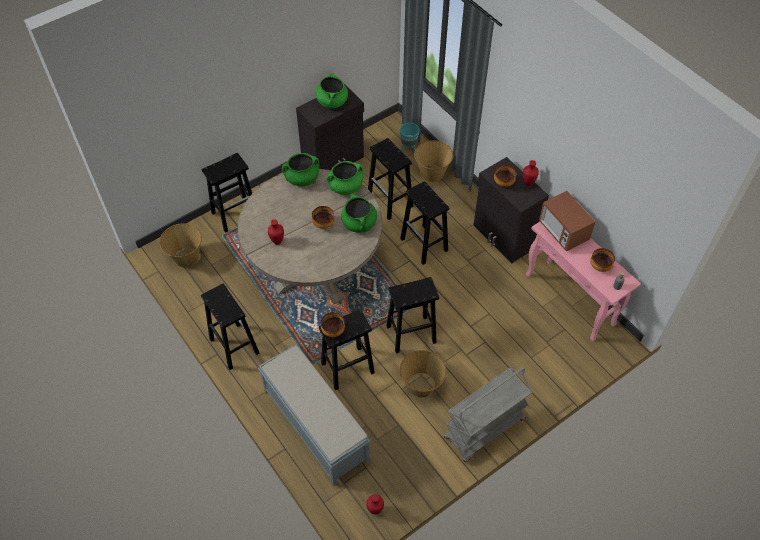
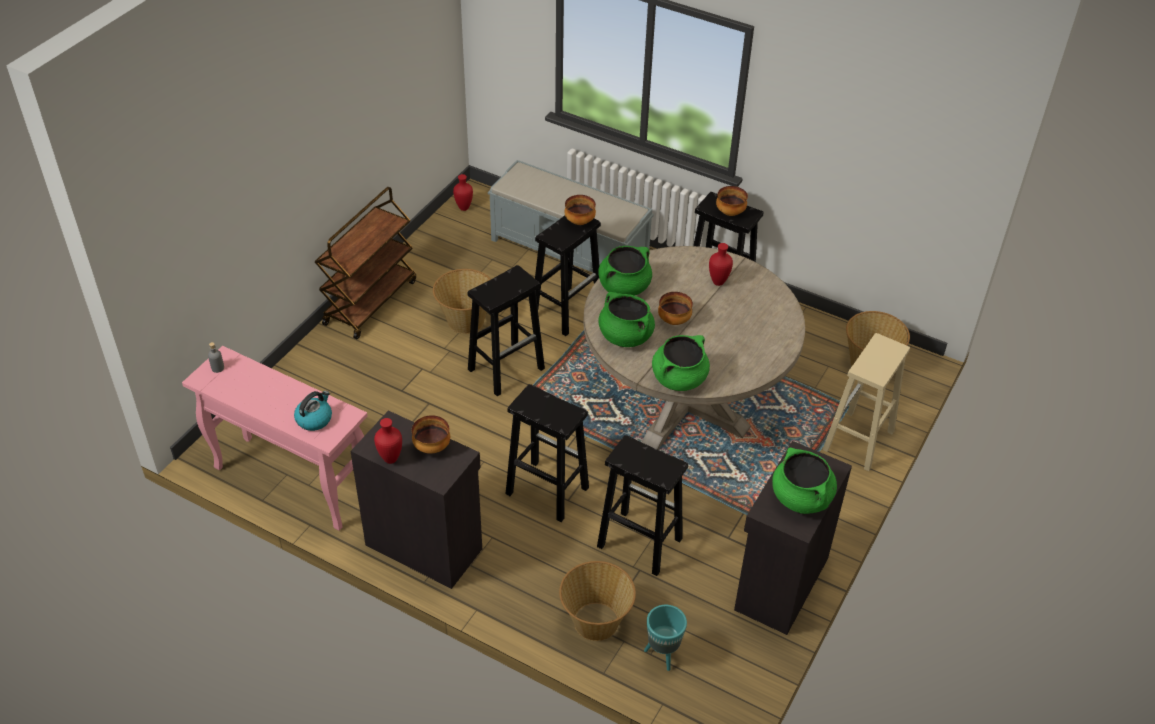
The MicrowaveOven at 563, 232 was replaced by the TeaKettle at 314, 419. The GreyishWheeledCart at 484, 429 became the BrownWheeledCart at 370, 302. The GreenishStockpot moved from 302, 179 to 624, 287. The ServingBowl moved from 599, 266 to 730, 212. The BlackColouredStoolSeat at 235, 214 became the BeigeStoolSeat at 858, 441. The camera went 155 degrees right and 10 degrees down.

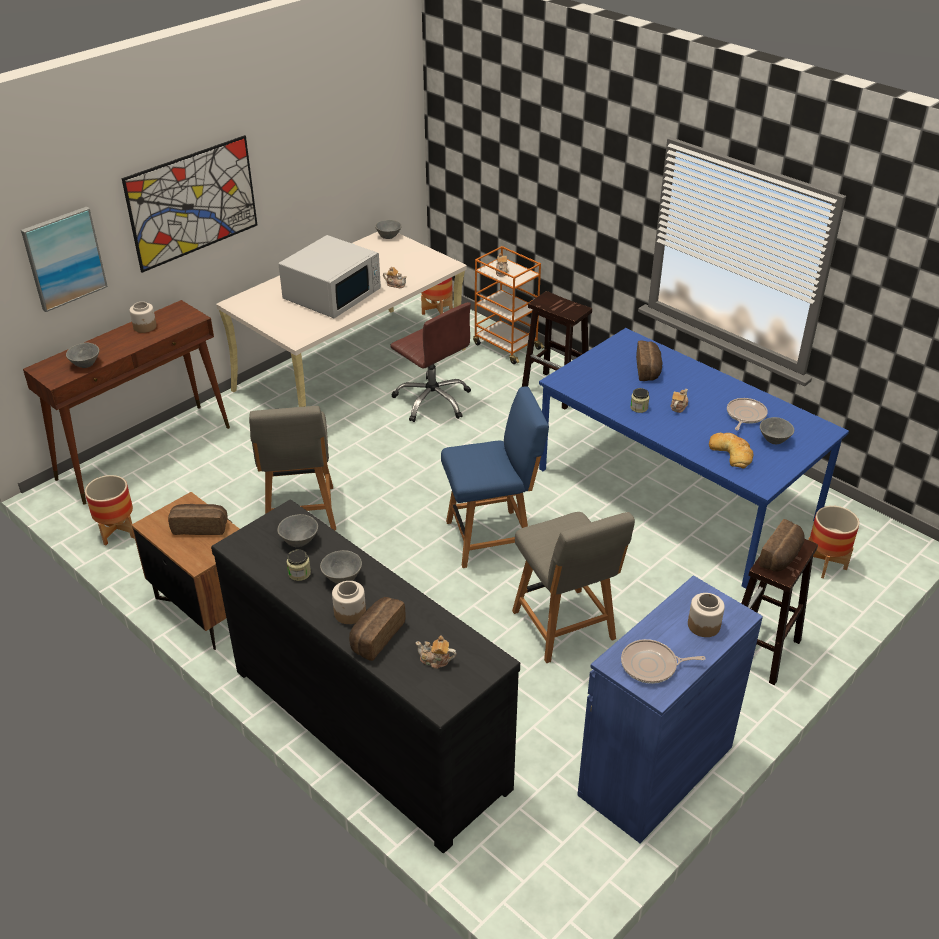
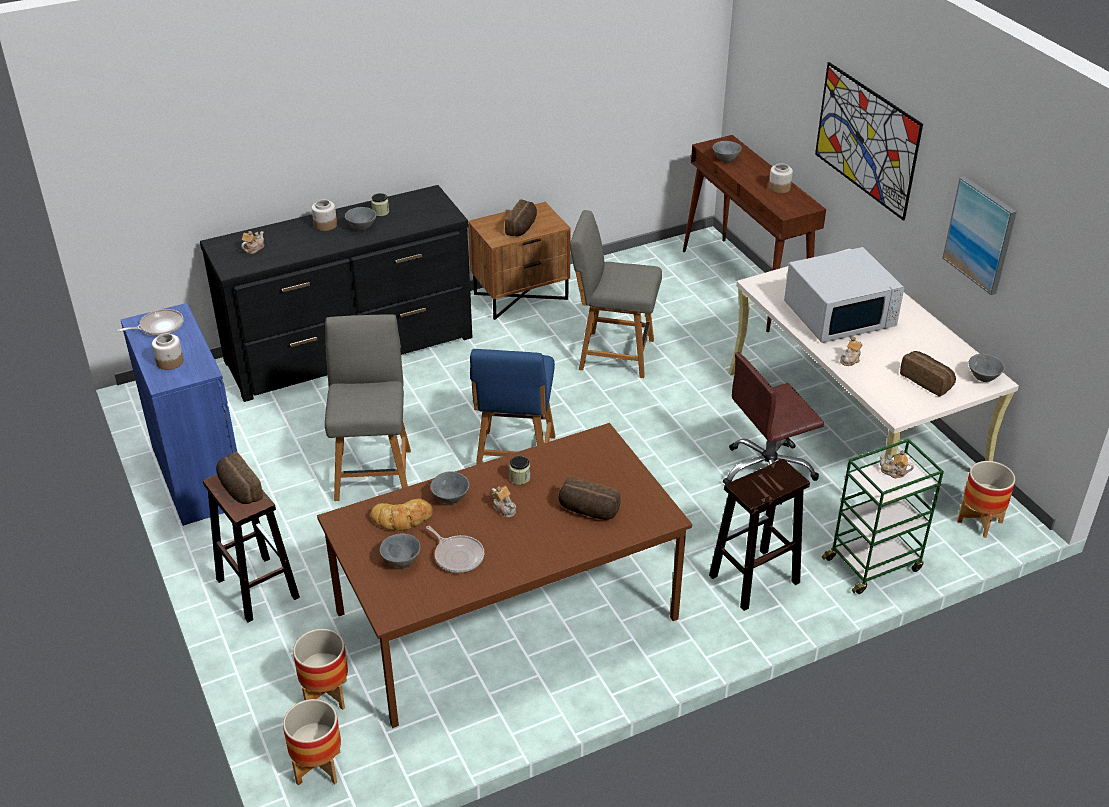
The FryingPan at 652, 665 turned 45 degrees clockwise. The Planter moved from 117, 532 to 319, 768. The BlueKitchenTable at 674, 494 became the BrownKitchenTable at 507, 614. The GreyishChair at 565, 628 turned 90 degrees clockwise. The GreyishServingBowl moved from 300, 541 to 449, 498. The WhiteMicrowaveOven at 333, 294 turned 75 degrees counterclockwise. The OrangeWheeledCart at 506, 346 became the GreenishWheeledCart at 873, 564. The BakeryBread moved from 375, 636 to 927, 381. The WallPicture moved from 64, 258 to 980, 235. The camera went 110 degrees right and 0 degrees up.

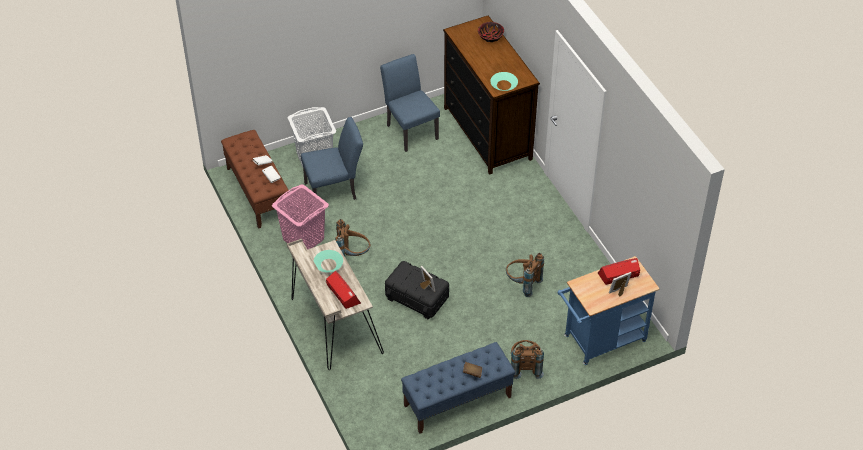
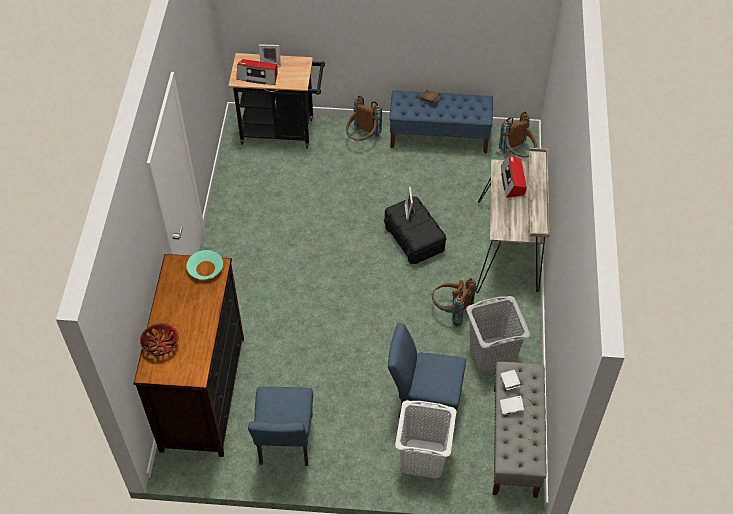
The BlueWheeledCart at 600, 341 became the BlackColouredWheeledCart at 282, 131. The PinkColouredLaundryBasket at 303, 239 became the GreyishLaundryBasket at 492, 354. The BrownBench at 257, 192 became the GreyishBench at 515, 442. The BrownKnapsack moved from 522, 284 to 517, 155. The TurquoiseColouredServingBowl at 328, 264 disappeared. The camera went 150 degrees left and 5 degrees up.

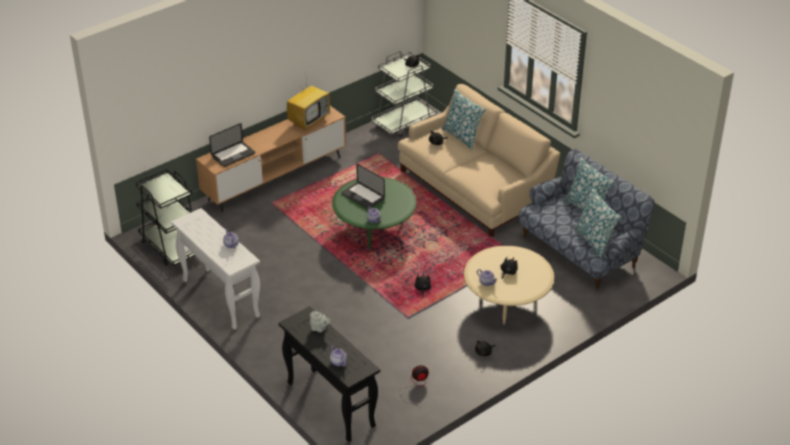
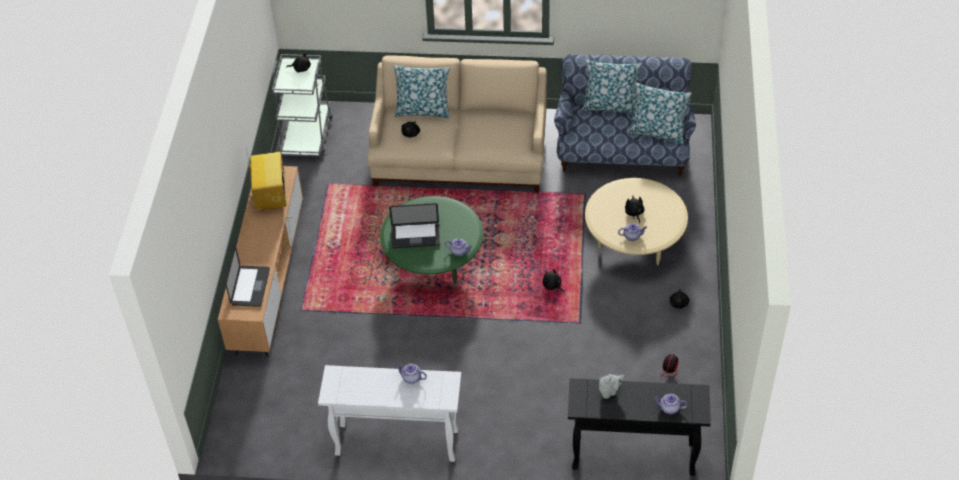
The BlackColouredWheeledCart at 171, 247 disappeared. The camera went 45 degrees left and 10 degrees up.

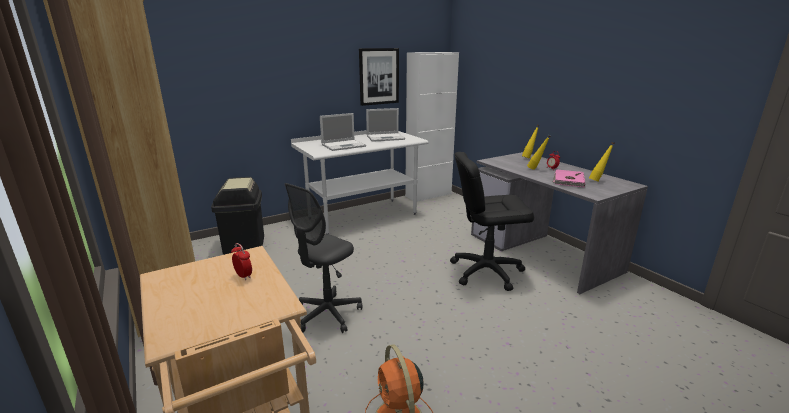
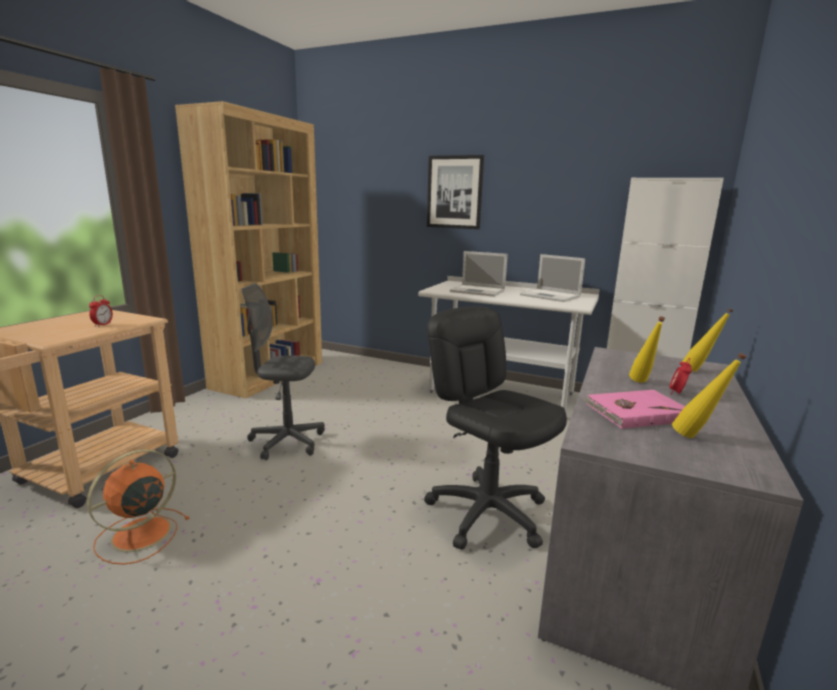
The WallPicture moved from 379, 76 to 454, 192. The BlackColouredWasteBin at 245, 245 disappeared. The camera went 55 degrees right and 5 degrees down.

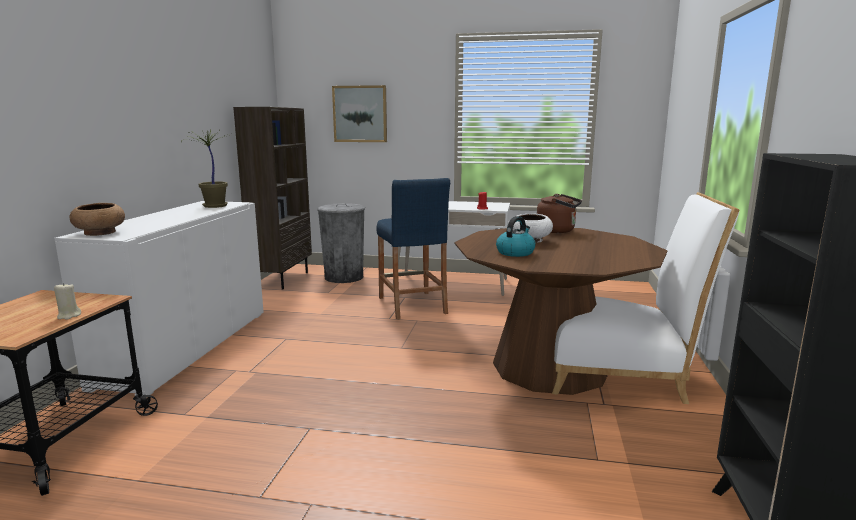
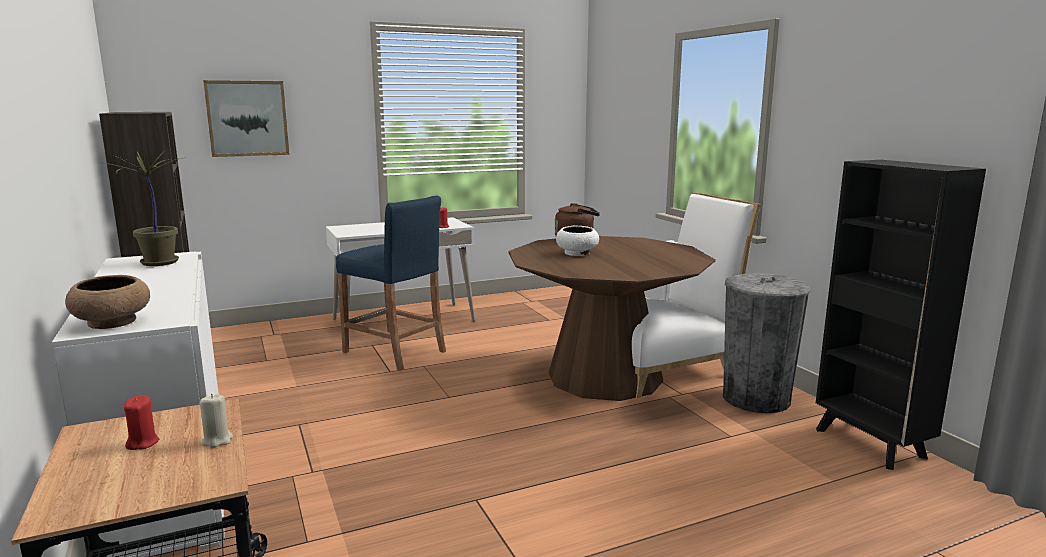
The ReddishCandle at 142, 443 appeared. The GreyishWasteBin moved from 344, 277 to 756, 398. The TeaKettle at 515, 252 disappeared. The camera went 35 degrees left and 0 degrees up.

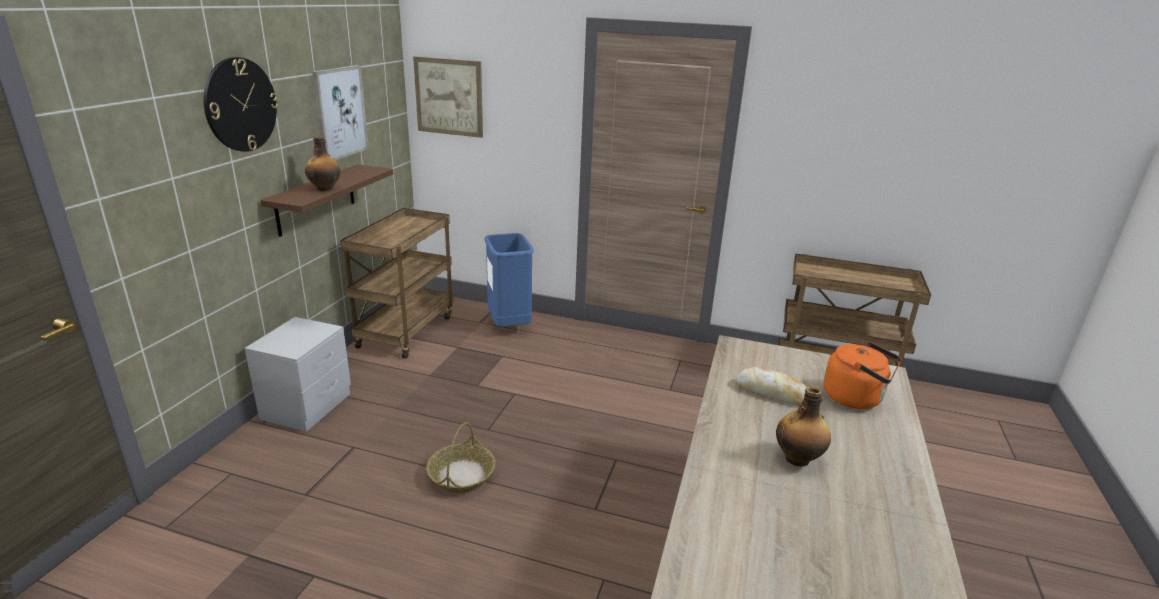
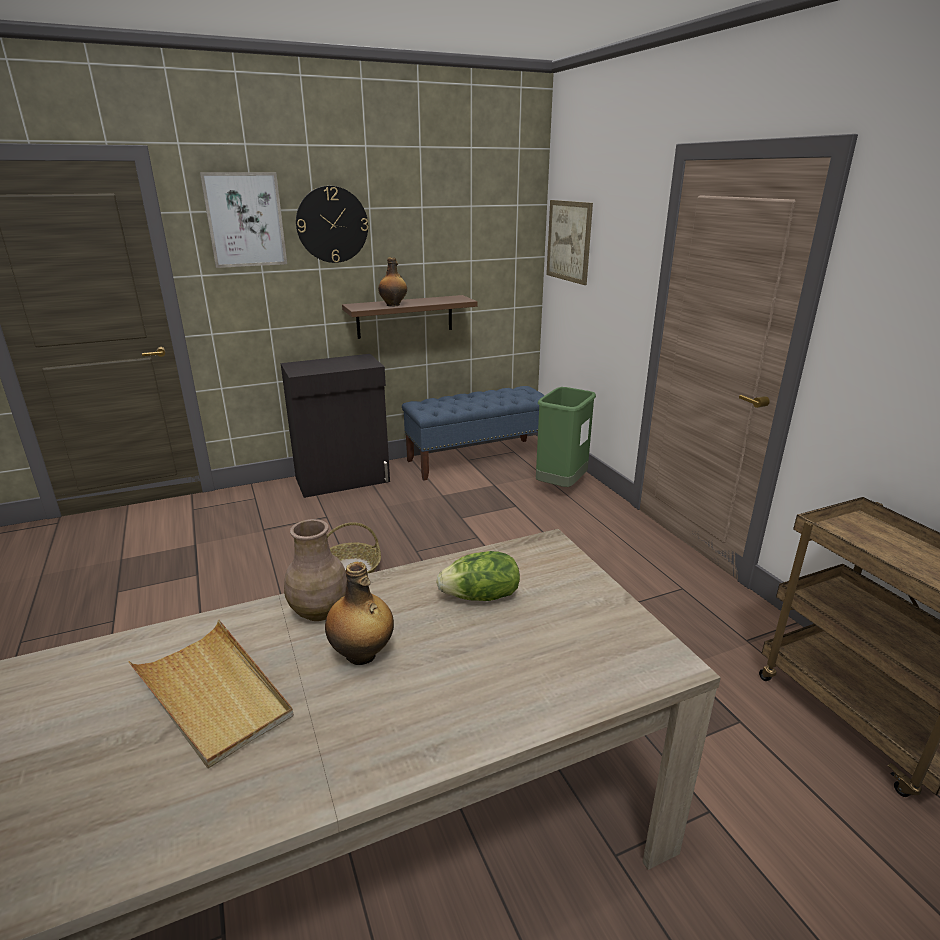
The BeigeTray at 213, 694 appeared. The WallPicture moved from 340, 112 to 245, 220. The GreyishNightTable at 307, 406 was replaced by the BlackColouredCabinet at 343, 480. The BrownDecorativeVase at 320, 611 appeared. The BrownWheeledCart at 406, 330 was replaced by the BlueBench at 477, 458. The BakeryBread at 772, 393 was replaced by the LettuceHead at 481, 597. The BlueWasteBin at 509, 326 became the GreenishWasteBin at 561, 486. The OrangeTeaKettle at 856, 398 disappeared. The camera went 50 degrees right and 0 degrees up.

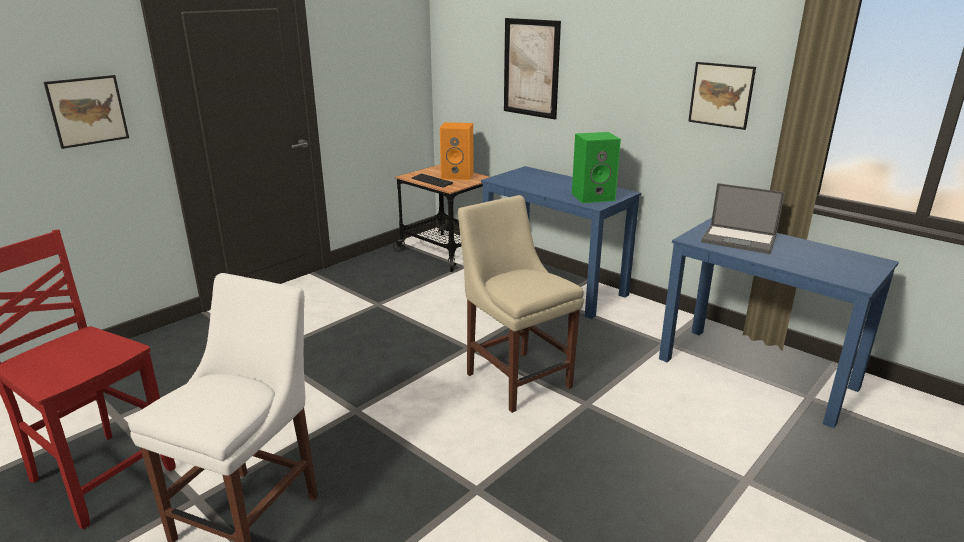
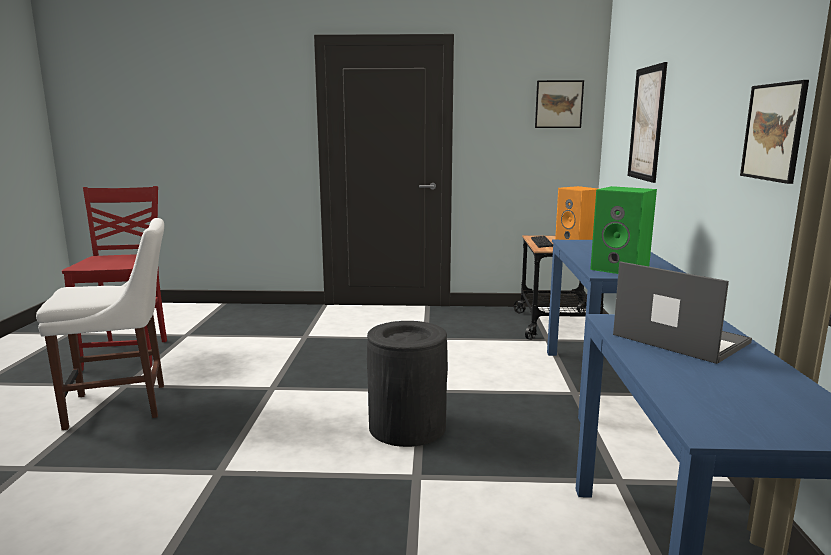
The BeigeChair at 516, 377 was replaced by the BlackColouredWasteBin at 407, 426. The WallPicture moved from 87, 111 to 559, 104. The PortableComputer at 740, 239 turned 150 degrees clockwise. The camera went 50 degrees right and 10 degrees down.

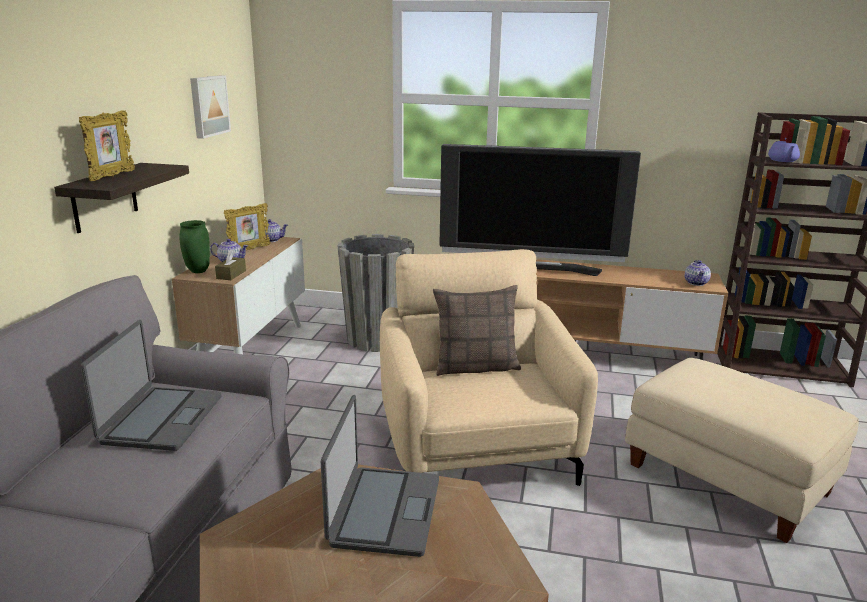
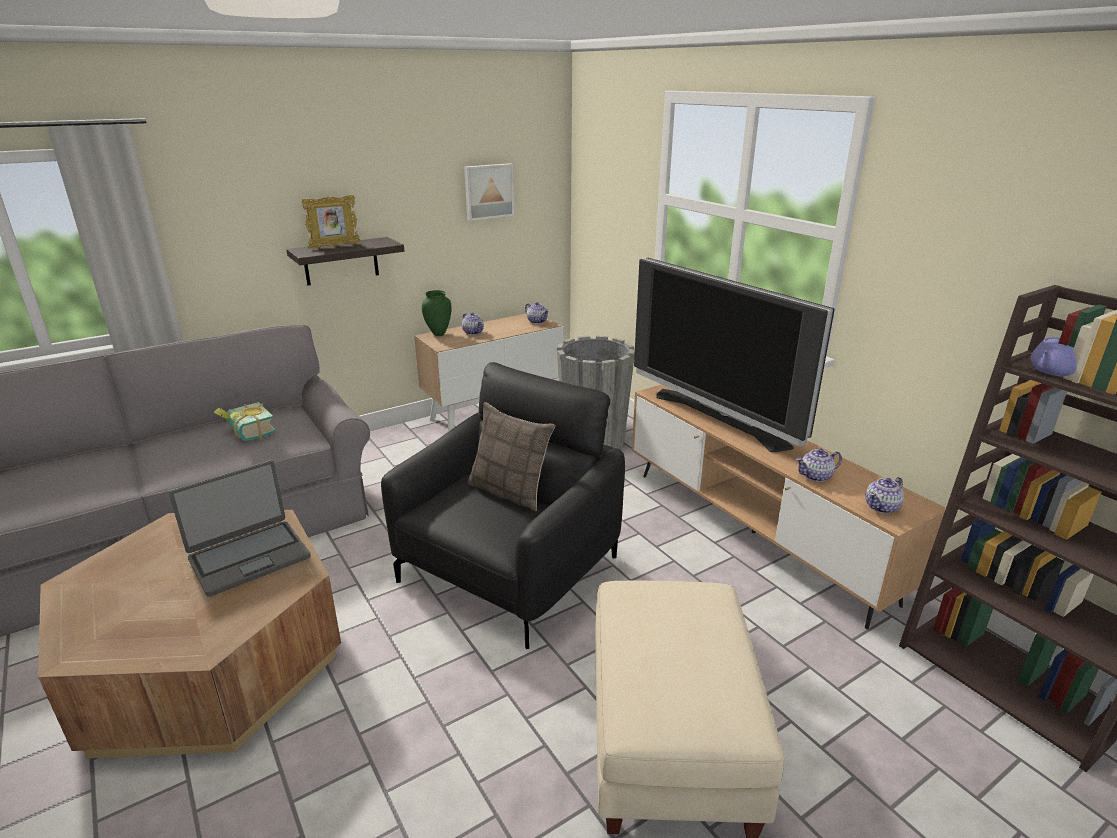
The PortableComputer at 161, 419 was replaced by the BoundBook at 247, 433. The BeigeArmchair at 478, 447 became the BlackColouredArmchair at 508, 570. The Teapot at 816, 476 appeared. The BrownTissueBox at 231, 274 disappeared. The PhotoFrame at 249, 249 disappeared. The camera went 45 degrees right and 5 degrees up.

